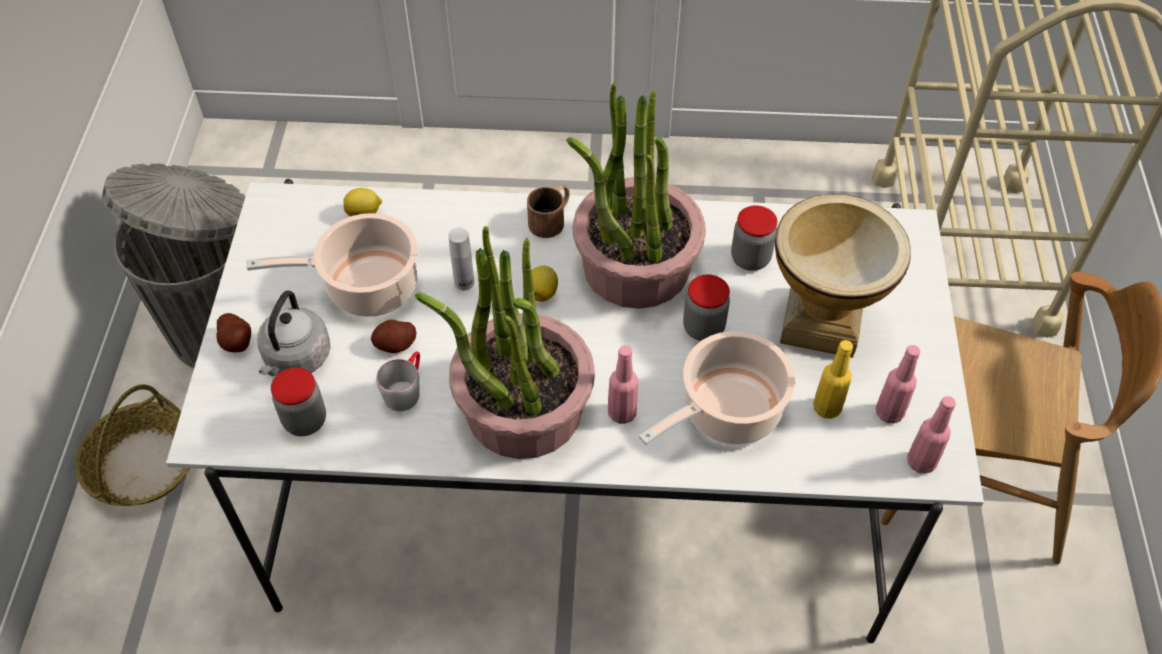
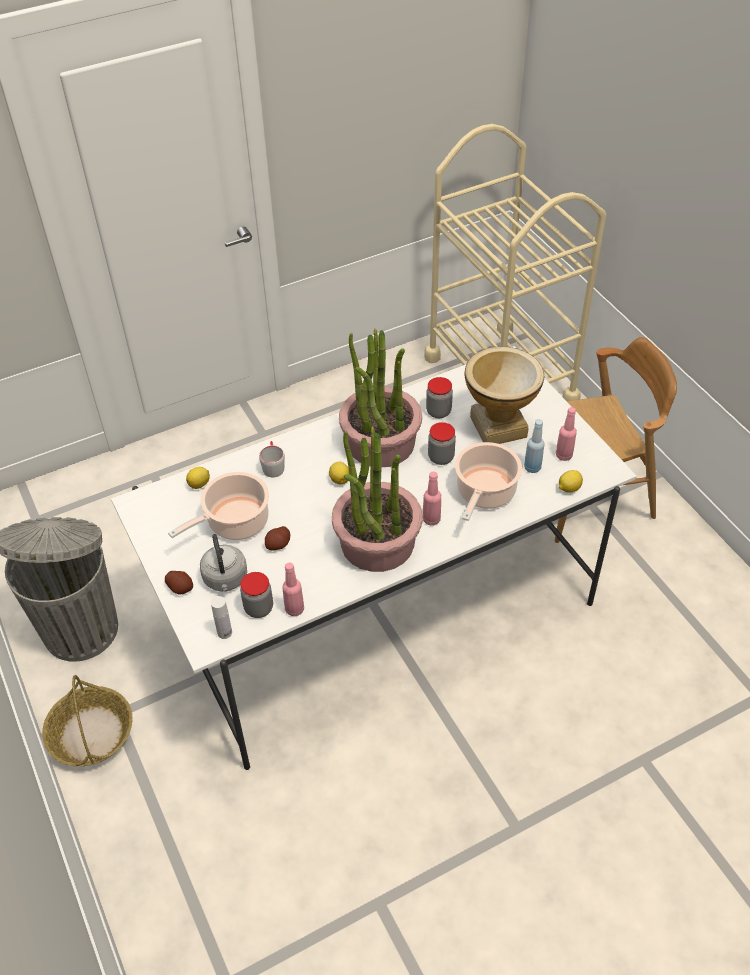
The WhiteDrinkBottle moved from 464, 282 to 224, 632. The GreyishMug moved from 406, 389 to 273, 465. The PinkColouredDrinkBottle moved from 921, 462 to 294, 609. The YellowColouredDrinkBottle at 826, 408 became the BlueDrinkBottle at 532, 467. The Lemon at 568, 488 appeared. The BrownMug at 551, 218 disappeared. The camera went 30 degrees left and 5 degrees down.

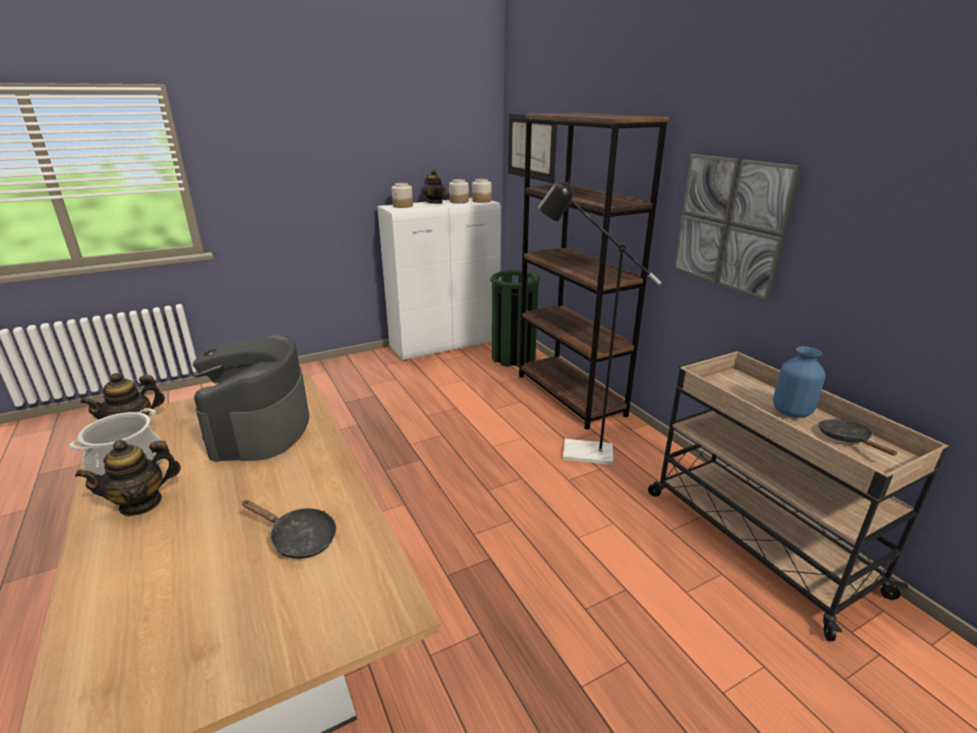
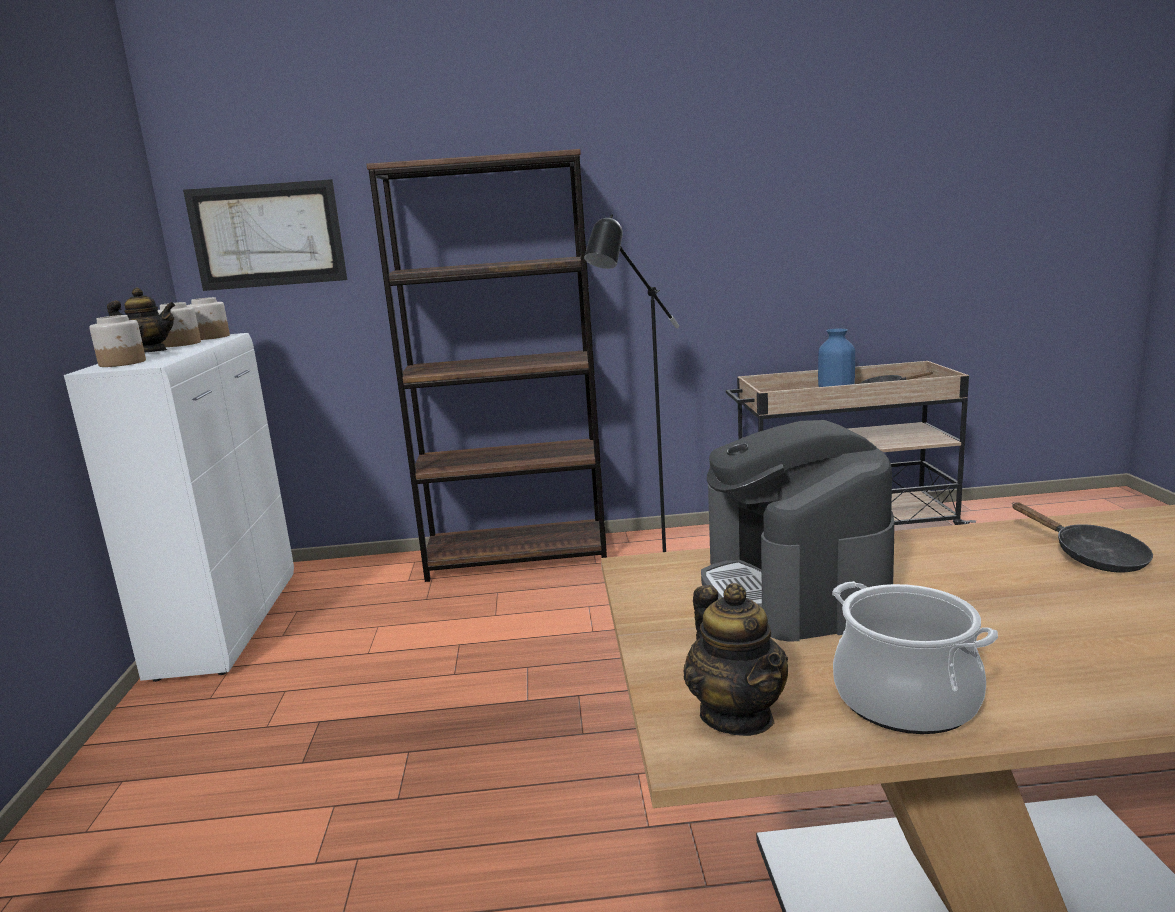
The CoffeeBrewer at 260, 428 turned 60 degrees clockwise. The BlackColouredFryingPan at 298, 538 turned 105 degrees clockwise. The Teapot at 141, 503 disappeared. The GreenishWasteBin at 513, 357 disappeared. The WallPicture at 731, 223 disappeared. The camera went 65 degrees left and 10 degrees down.

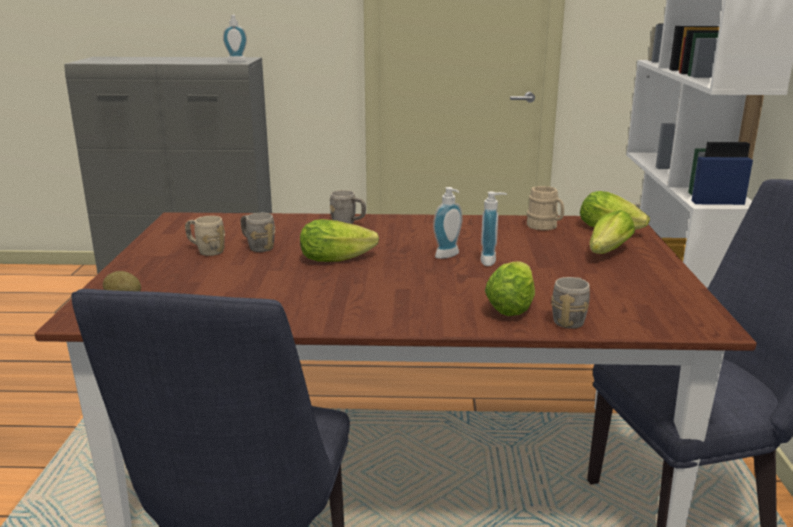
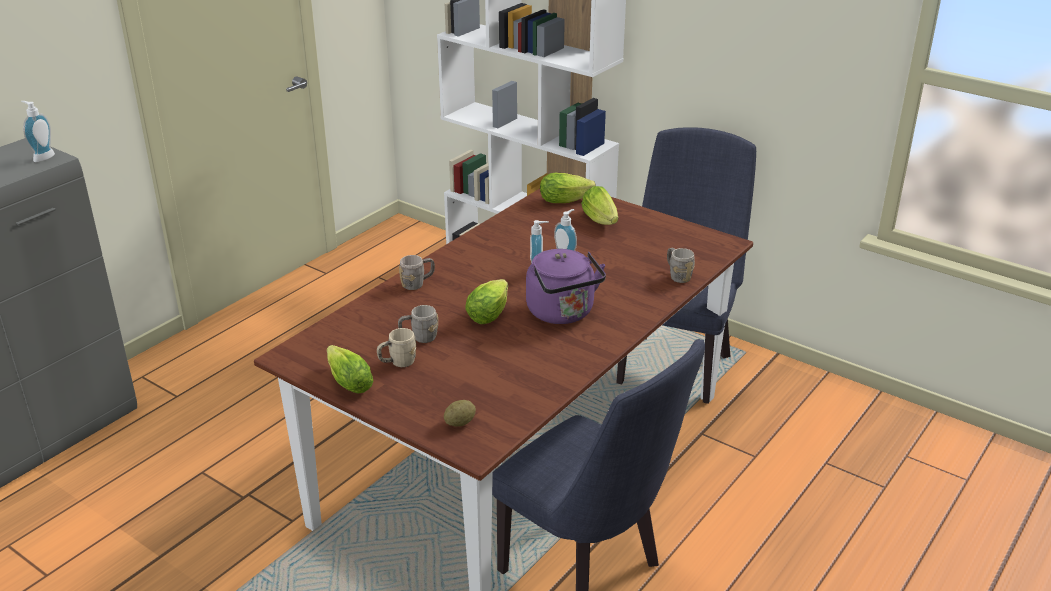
The LettuceHead moved from 513, 304 to 347, 380. The PurplishTeaKettle at 563, 313 appeared. The BeigeMug at 545, 227 disappeared. The camera went 55 degrees left and 10 degrees up.

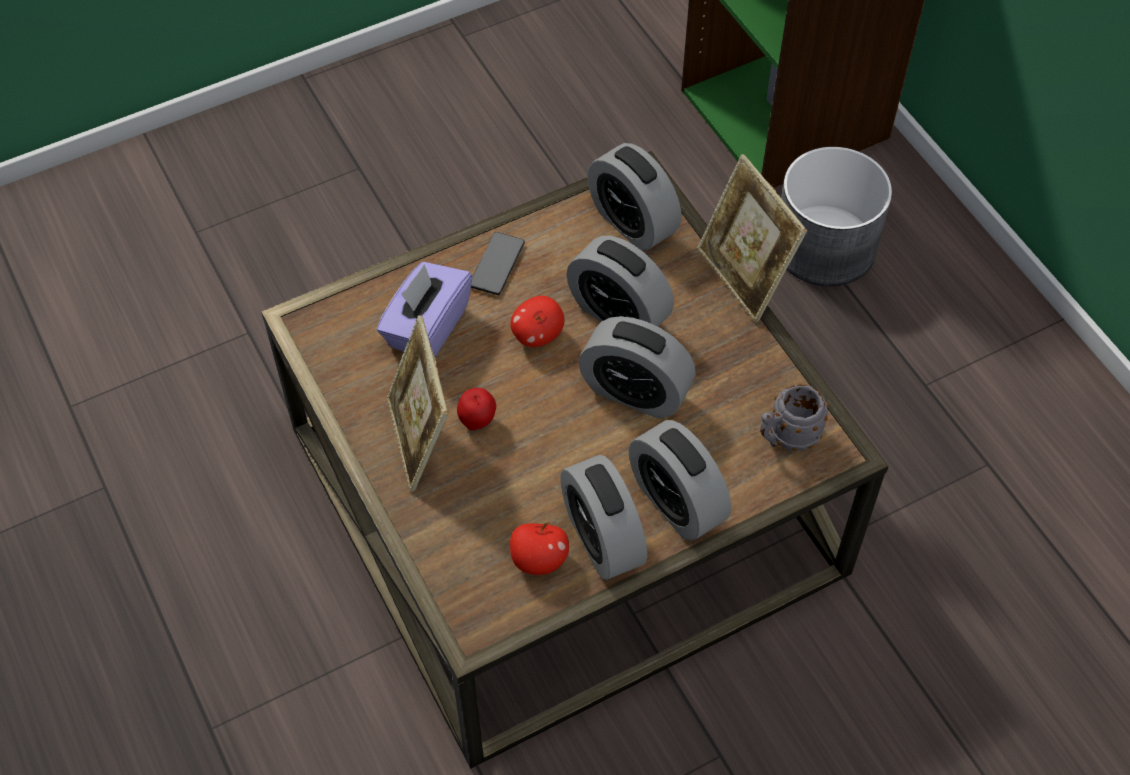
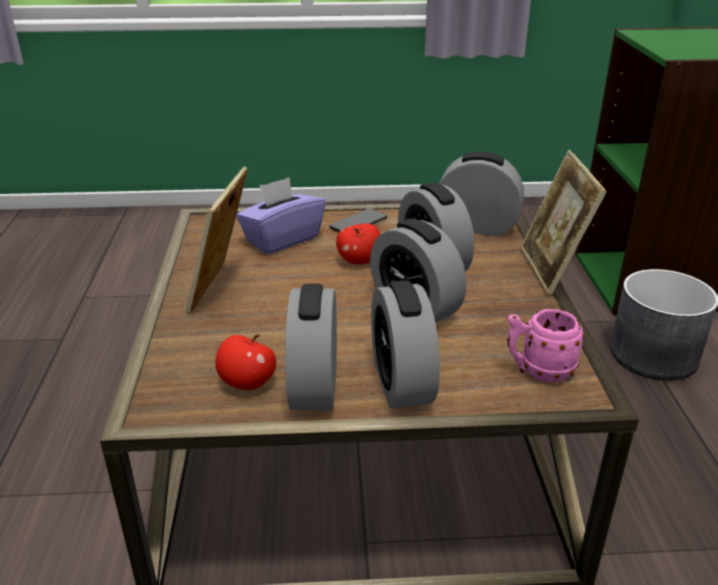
The TableClock at 632, 222 turned 120 degrees clockwise. The GreyishMug at 786, 437 became the PinkColouredMug at 538, 371. The Apple at 477, 422 disappeared. The camera went 25 degrees right and 25 degrees down.

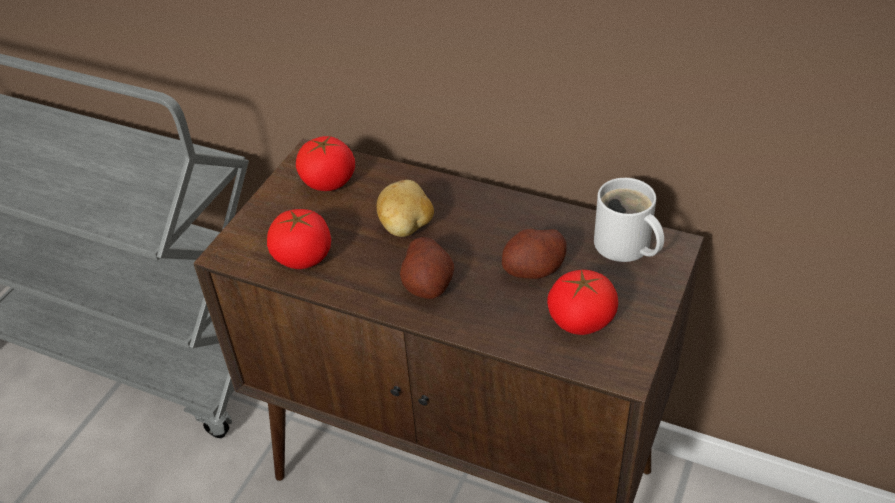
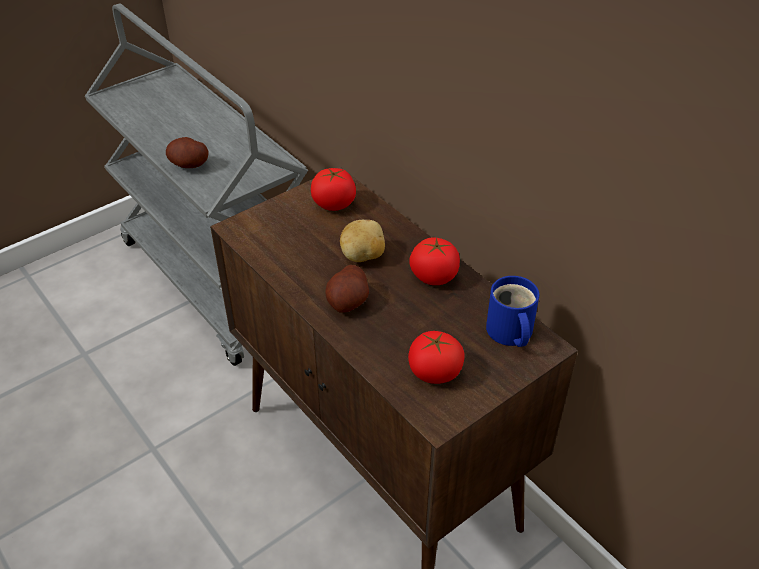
The WholePotato moved from 534, 269 to 189, 164. The Tomato moved from 303, 257 to 434, 276. The WhiteMug at 624, 247 became the BlueMug at 509, 333. The camera went 25 degrees right and 0 degrees up.

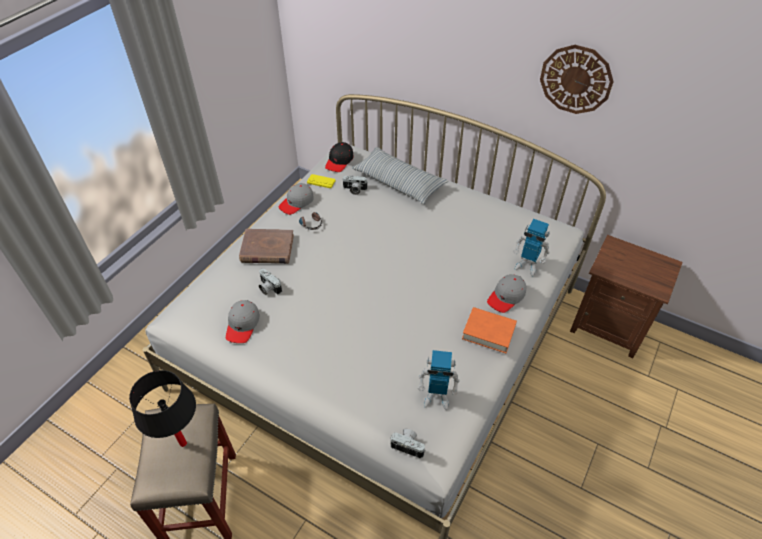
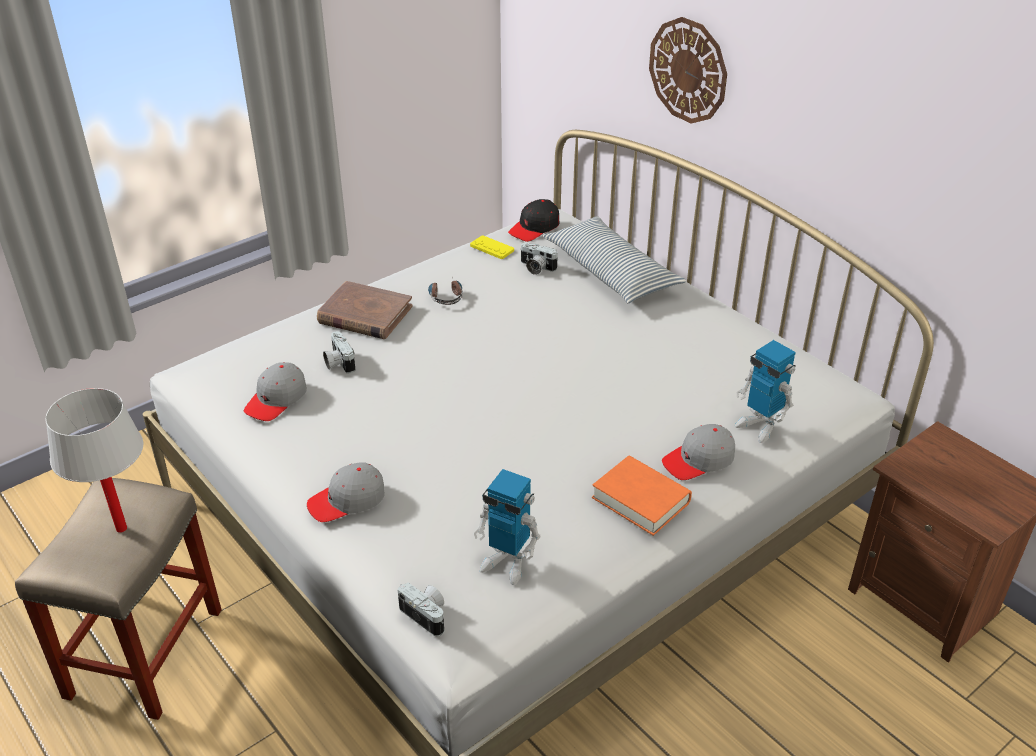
The BlackColouredTableLamp at 183, 443 became the WhiteTableLamp at 121, 528. The GreyishCap moved from 296, 202 to 347, 500. The WallClock moved from 576, 79 to 688, 70. The camera went 20 degrees right and 10 degrees down.

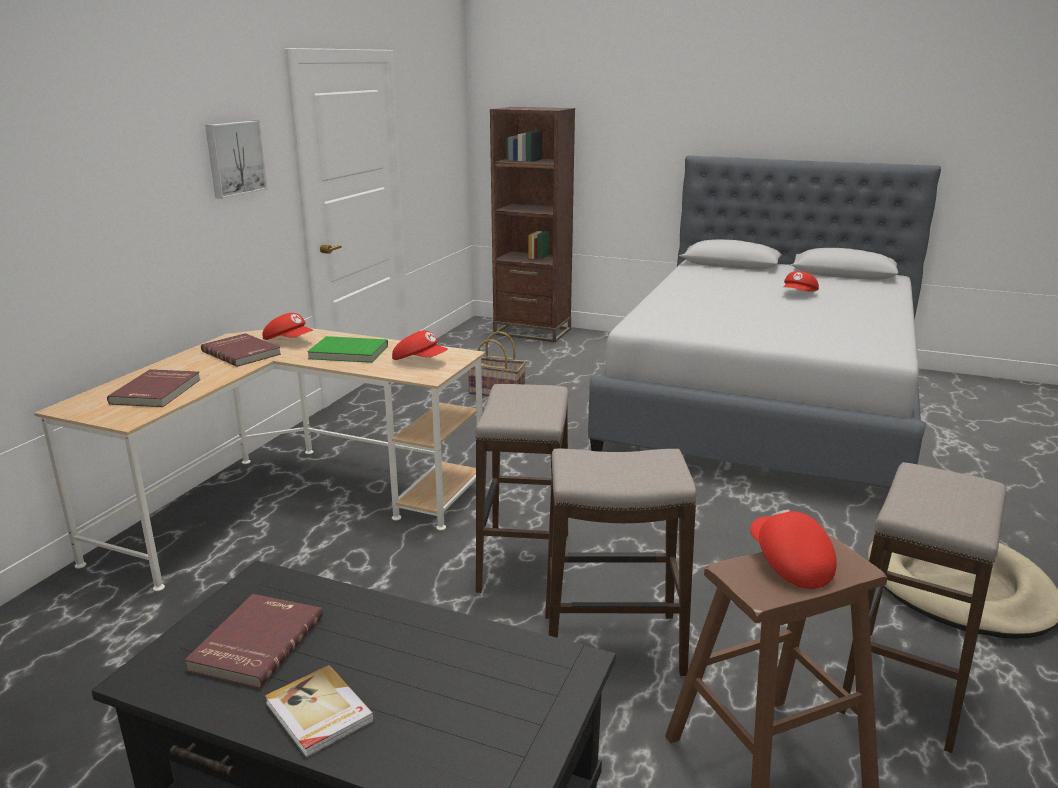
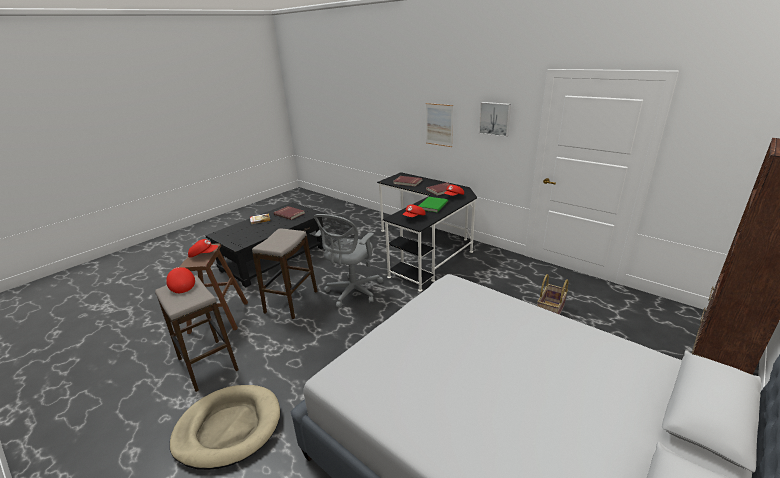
The ReddishCap moved from 799, 294 to 181, 285. The StoolSeat at 525, 562 was replaced by the GreyishDeskChair at 352, 292. The BeigeDeskUnit at 291, 502 became the BlackColouredDeskUnit at 426, 248. The WallPicture at 439, 125 appeared. The camera went 110 degrees right and 5 degrees up.

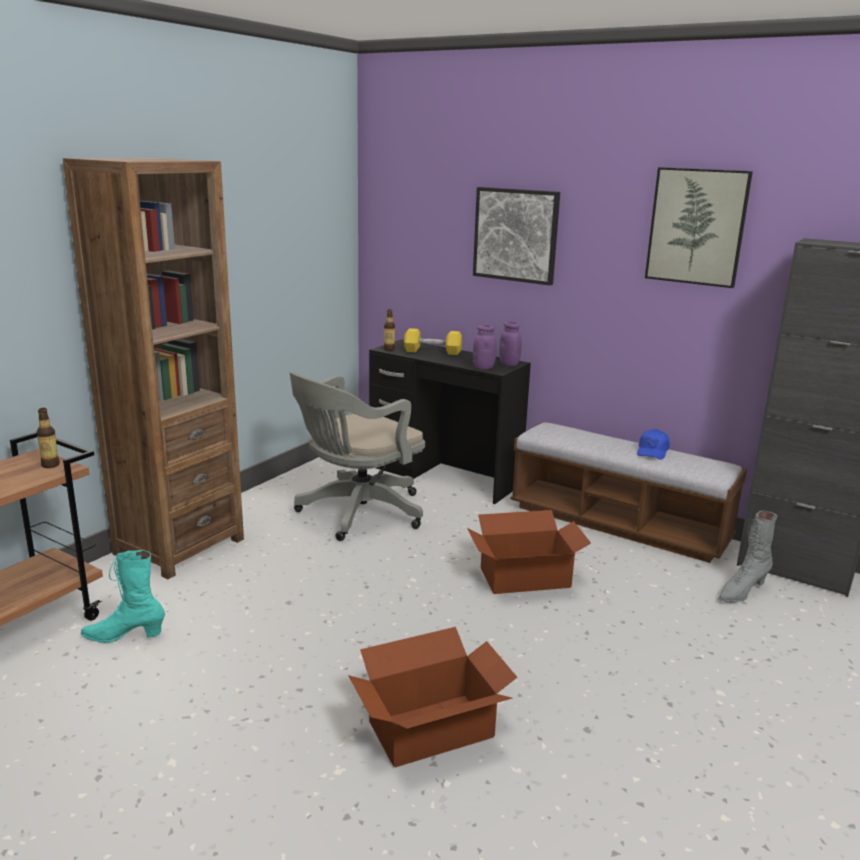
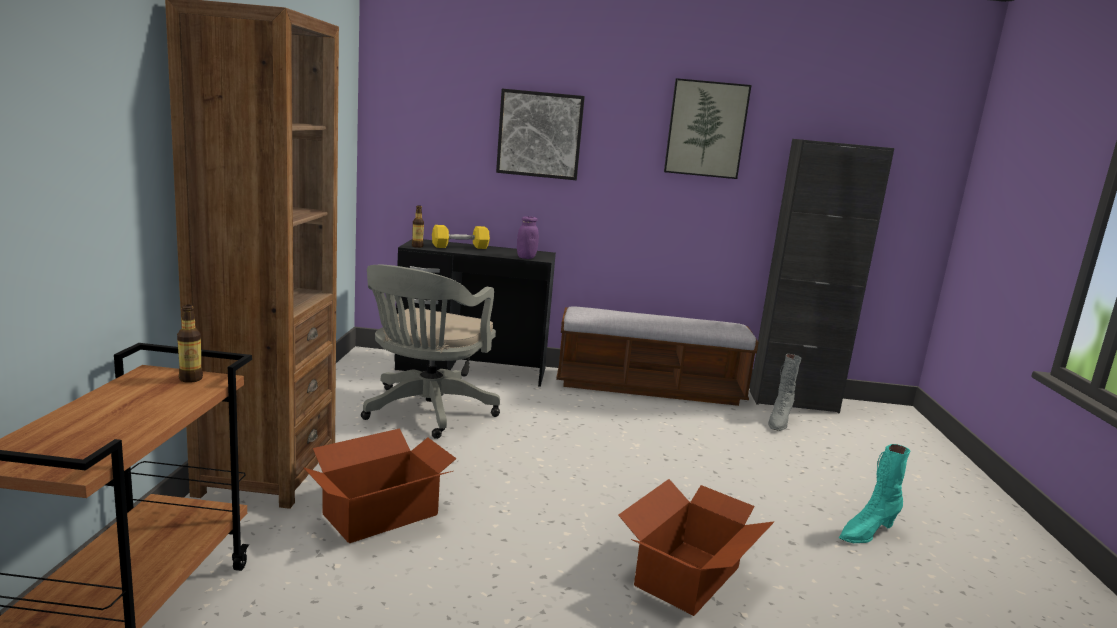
The PackingBox moved from 526, 578 to 382, 515. The TurquoiseColouredTallBoot moved from 124, 636 to 866, 533. The PurplishJar at 509, 364 disappeared. The BlueCap at 652, 451 disappeared. The camera went 30 degrees left and 5 degrees down.

